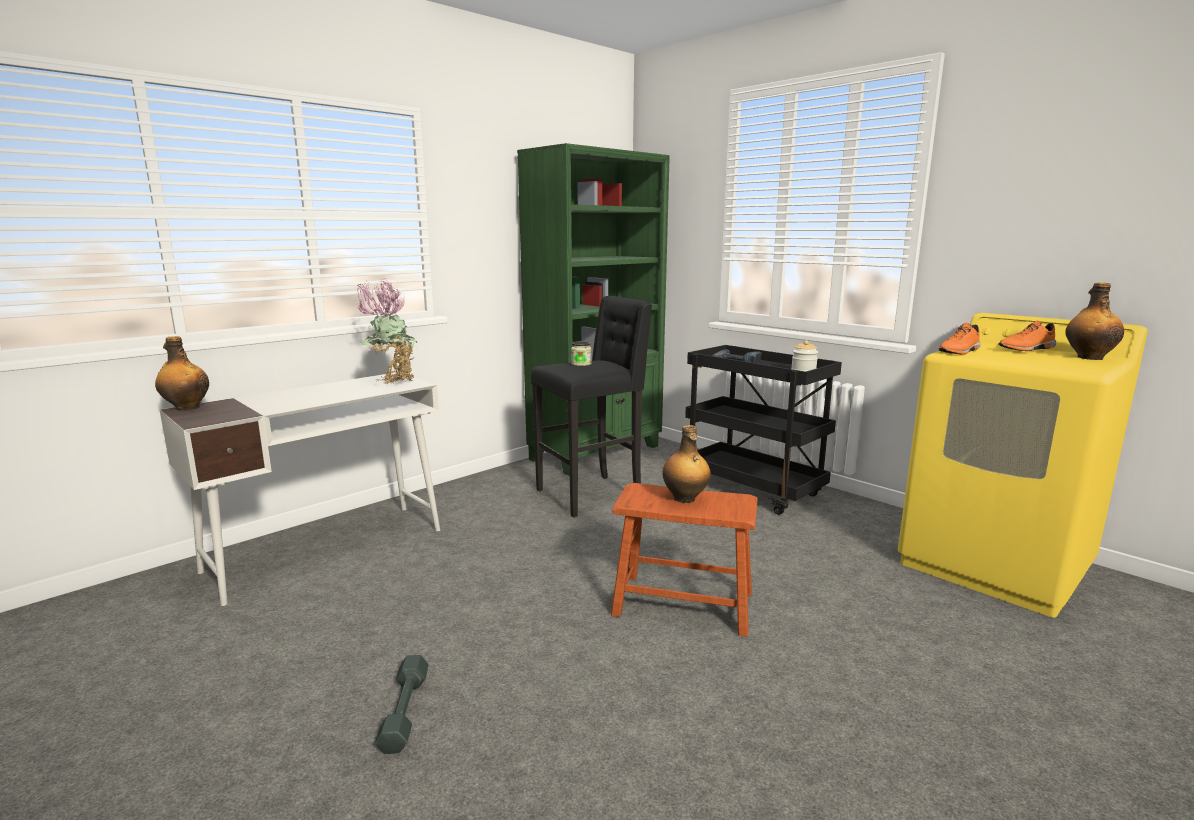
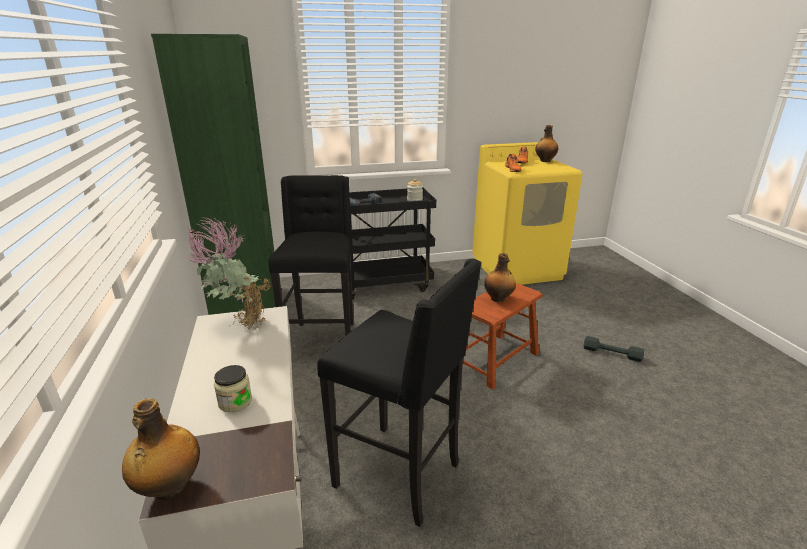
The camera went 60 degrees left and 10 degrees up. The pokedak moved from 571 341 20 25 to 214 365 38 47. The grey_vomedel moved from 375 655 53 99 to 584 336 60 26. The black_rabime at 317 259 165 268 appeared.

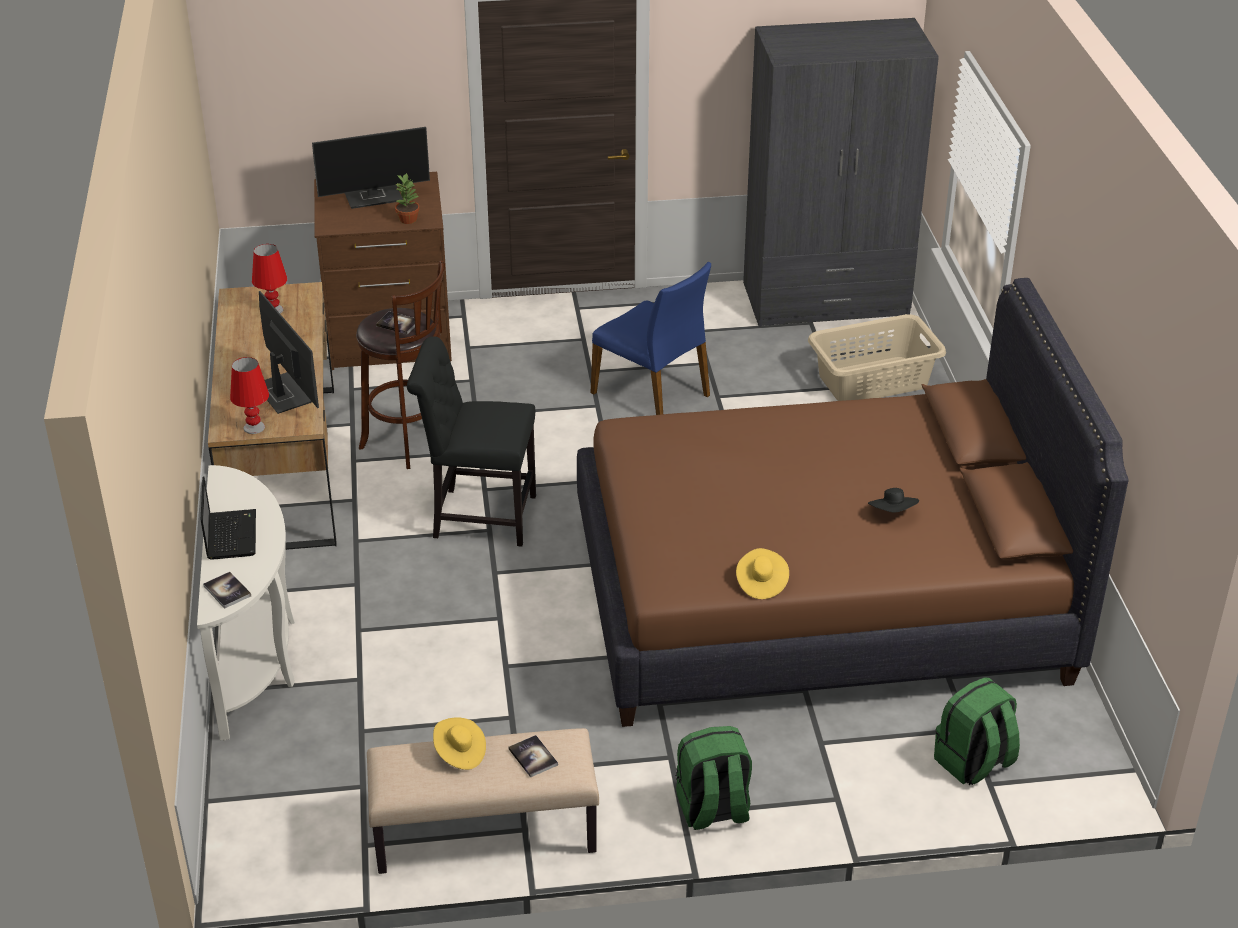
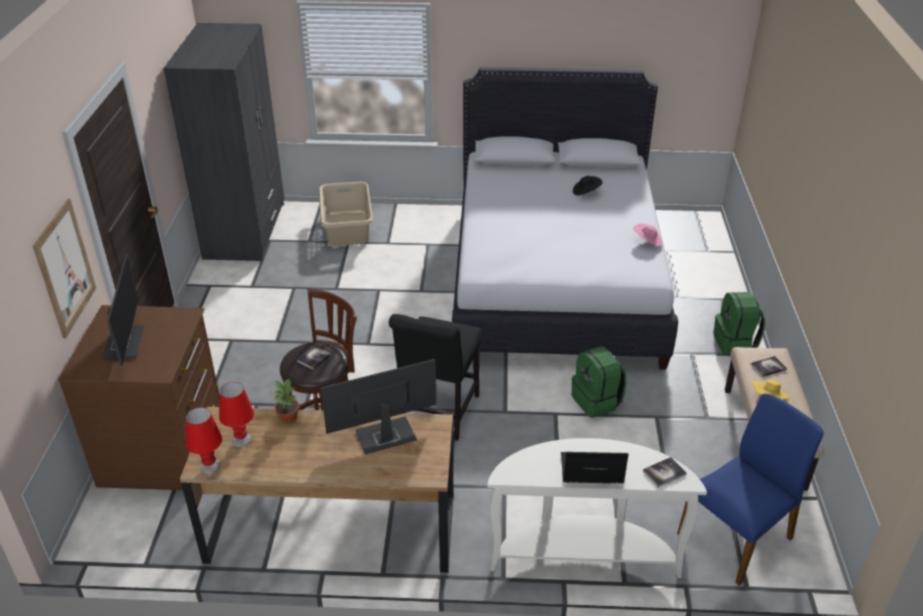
The camera went 80 degrees left and 0 degrees up. The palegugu moved from 395 173 25 51 to 274 379 25 44. The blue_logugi moved from 590 262 121 153 to 677 393 147 192. The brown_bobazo at 577 278 552 449 became the white_bobazo at 452 67 226 303. The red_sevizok moved from 230 357 39 77 to 186 407 36 67. The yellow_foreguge at 736 548 53 51 became the pink_foreguge at 633 224 30 23. The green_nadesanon moved from 934 677 86 108 to 572 346 54 72. The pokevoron at 33 199 63 140 appeared.

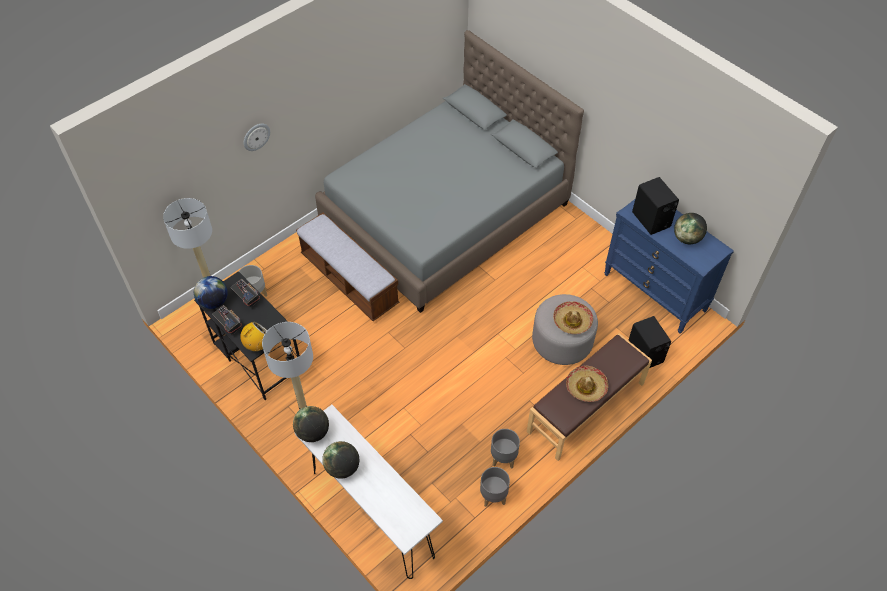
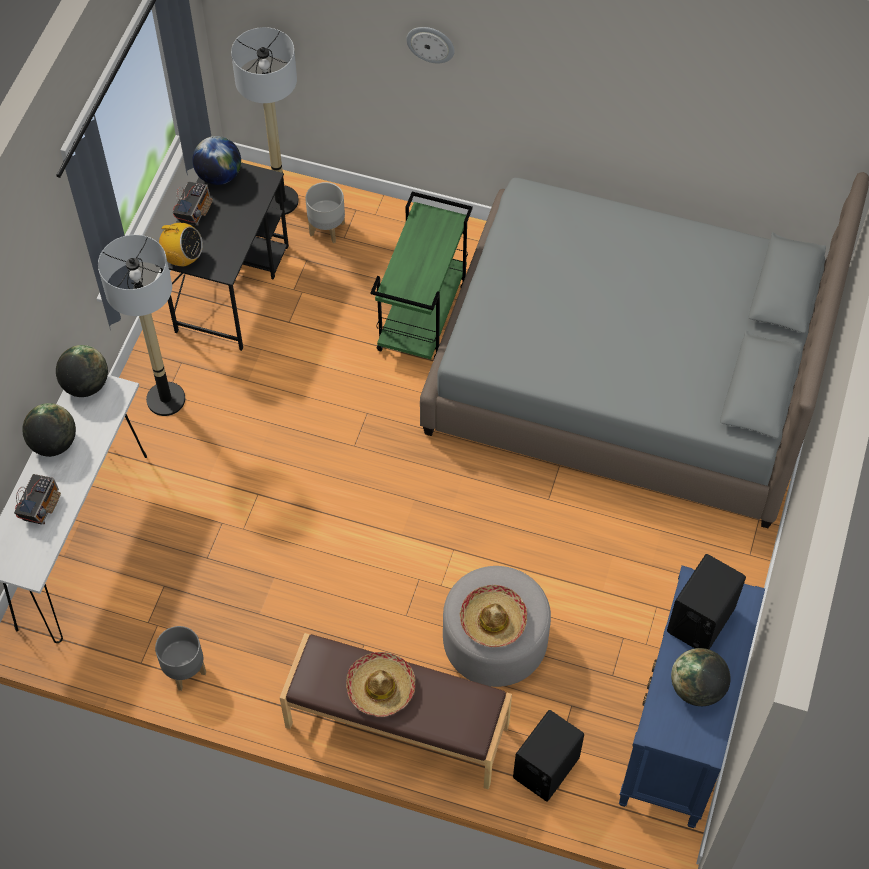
The camera went 60 degrees right and 5 degrees up. The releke at 296 213 104 108 was replaced by the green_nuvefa at 370 192 103 167. The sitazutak moved from 230 279 30 29 to 14 474 47 51. The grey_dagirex at 491 429 29 39 disappeared.

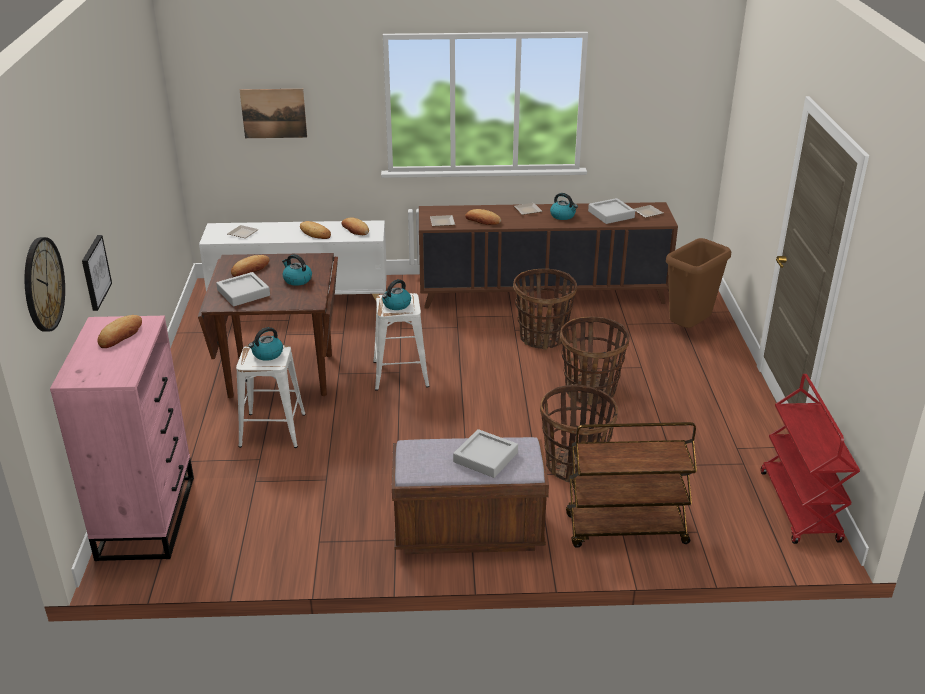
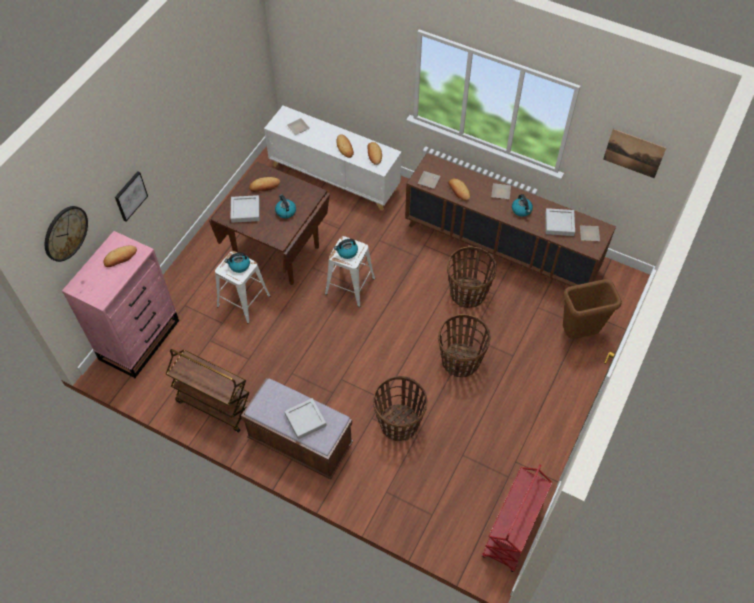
The camera went 30 degrees right and 25 degrees up. The pokevoron moved from 240 89 67 49 to 603 129 63 49. The brown_nuvefa moved from 566 422 131 126 to 166 349 84 83.

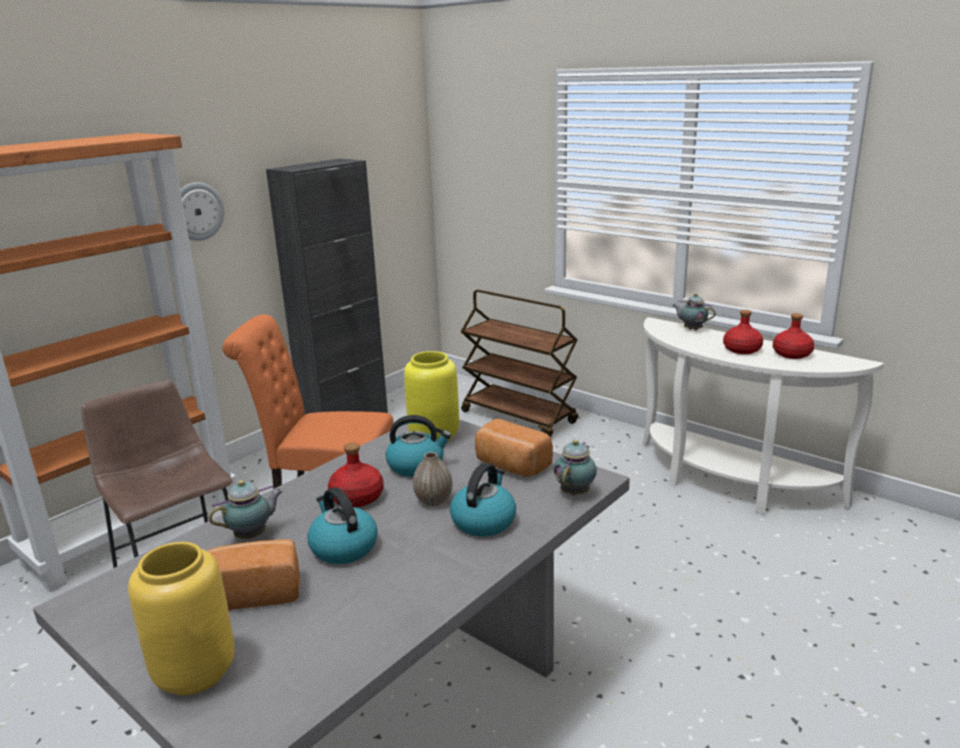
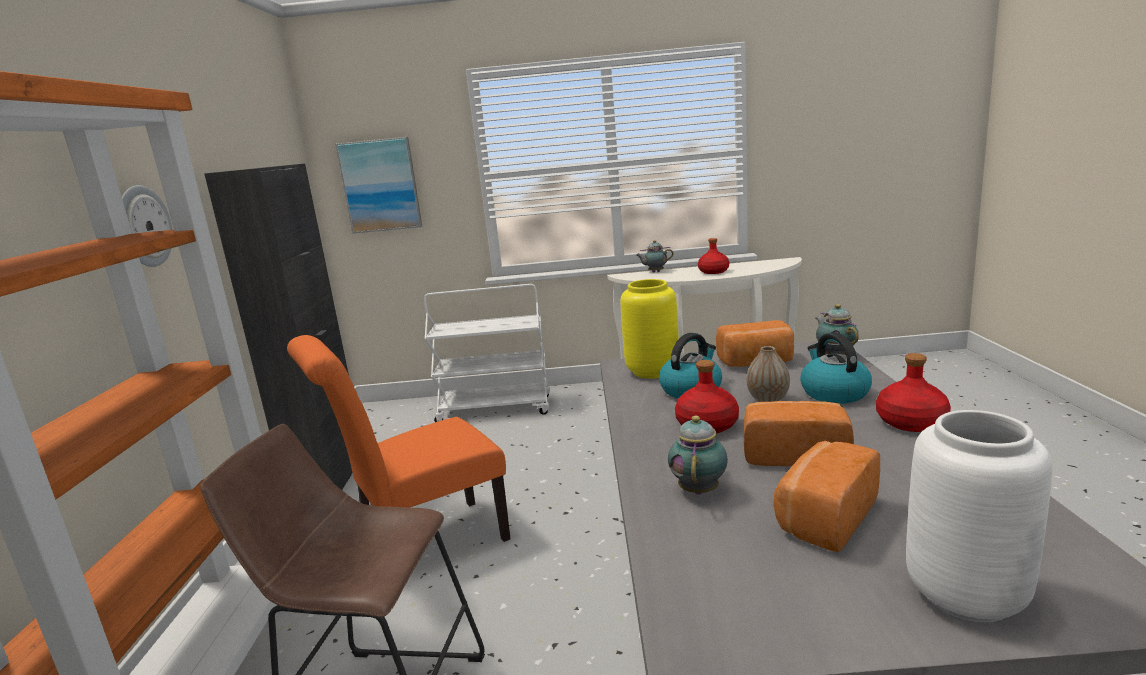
The camera went 40 degrees left and 5 degrees down. The brown_nuvefa at 460 290 118 147 became the white_nuvefa at 424 284 126 138. The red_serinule moved from 773 313 41 46 to 876 353 75 79. The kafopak at 307 487 71 77 was replaced by the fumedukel at 744 401 110 65. The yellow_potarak at 128 542 106 153 became the white_potarak at 906 410 146 212. The pokevoron at 335 137 87 97 appeared.

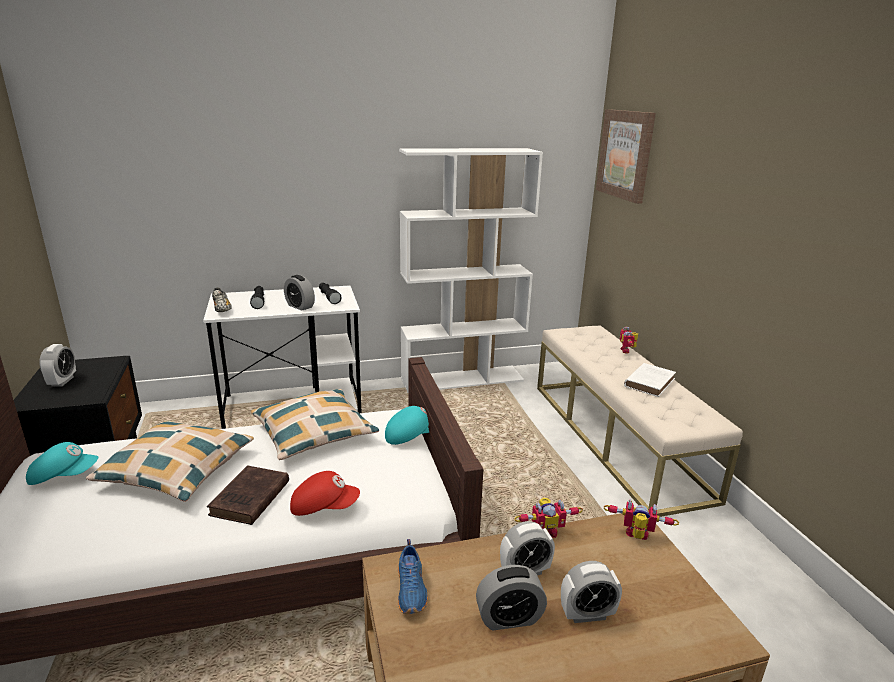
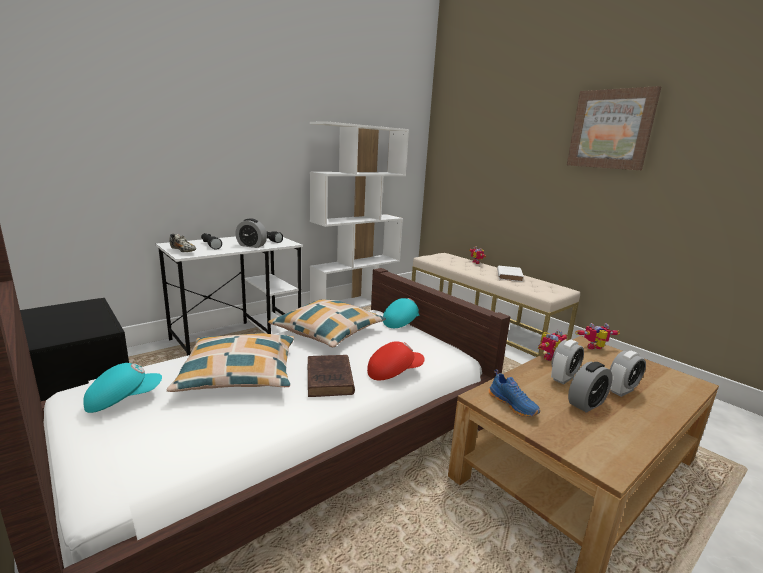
The camera went 25 degrees left and 5 degrees down. The pokevoron moved from 596 109 60 95 to 567 86 94 84. The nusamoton at 39 344 37 43 disappeared.

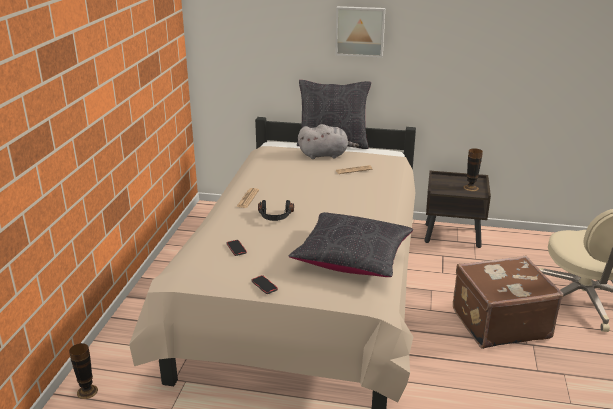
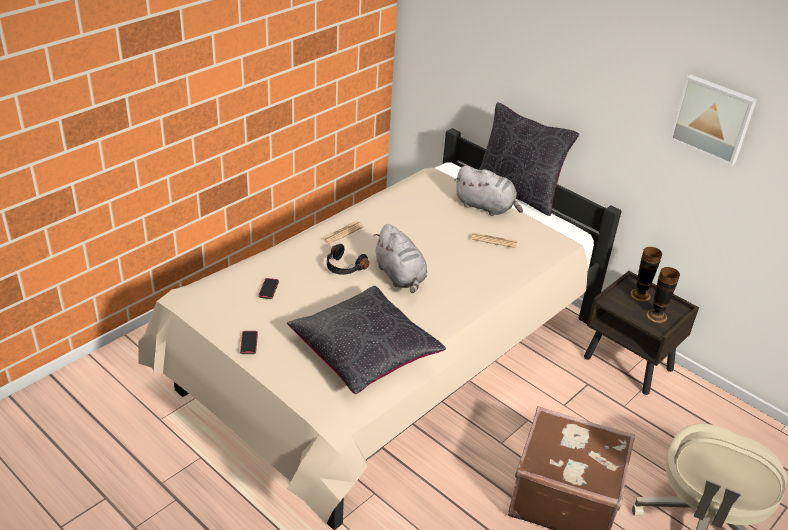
The camera went 30 degrees right and 10 degrees up. The pokevoron moved from 335 6 50 52 to 669 75 88 91. The potarak moved from 69 343 29 56 to 630 247 32 54. The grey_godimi at 373 224 54 69 appeared.

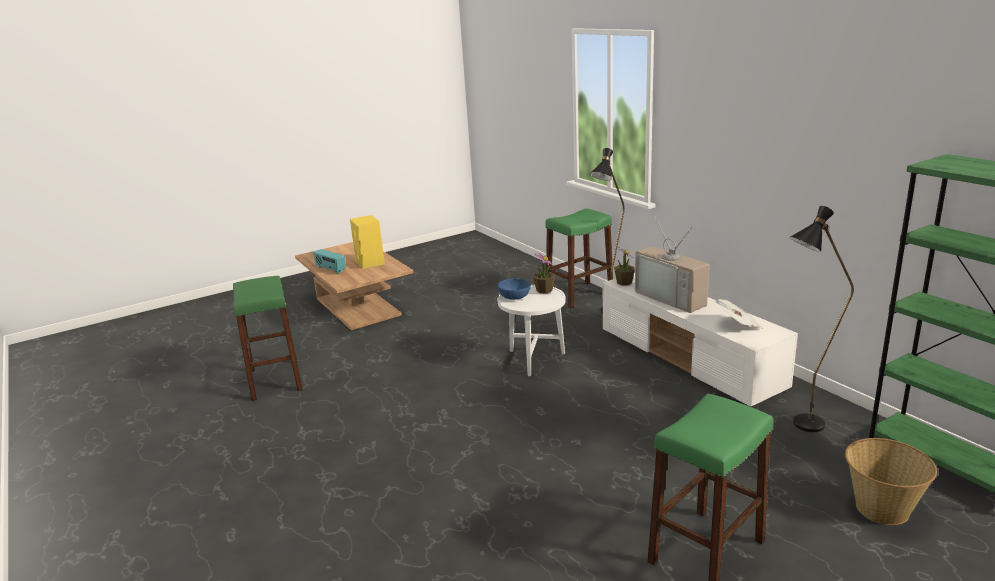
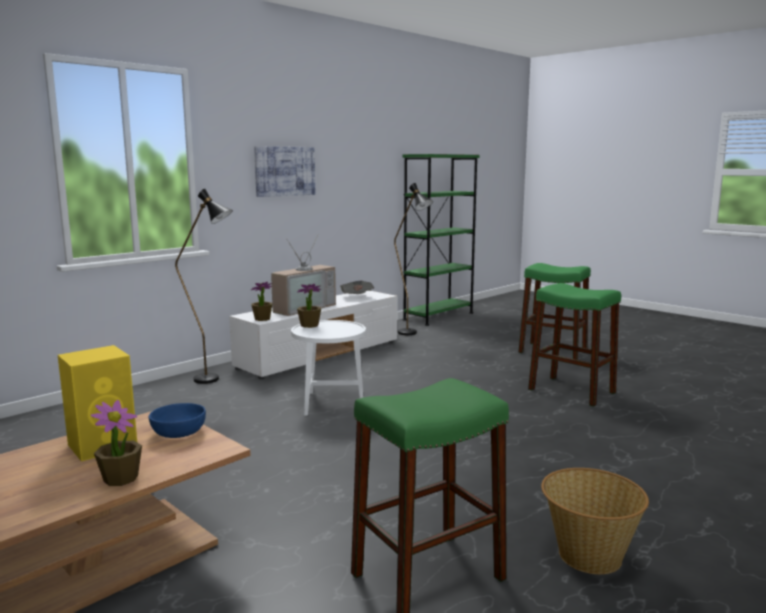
The camera went 105 degrees left and 10 degrees down. The green_rabime moved from 545 209 68 100 to 528 283 93 124. The sitazutak at 313 249 33 25 was replaced by the palegugu at 91 400 51 86. The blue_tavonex moved from 498 278 33 22 to 149 403 57 35. The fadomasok moved from 845 438 92 87 to 541 468 108 106. The pokevoron at 254 146 61 51 appeared.

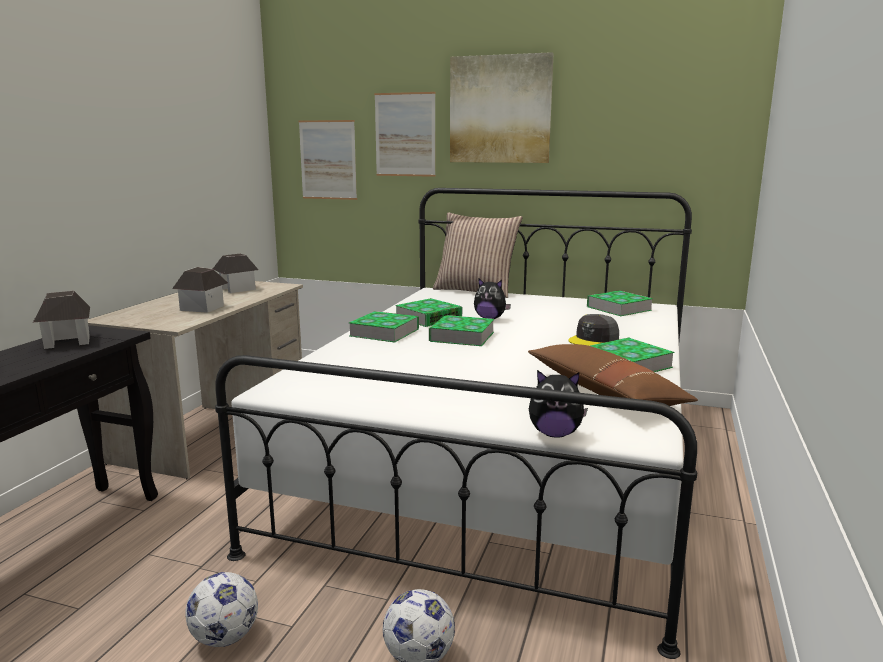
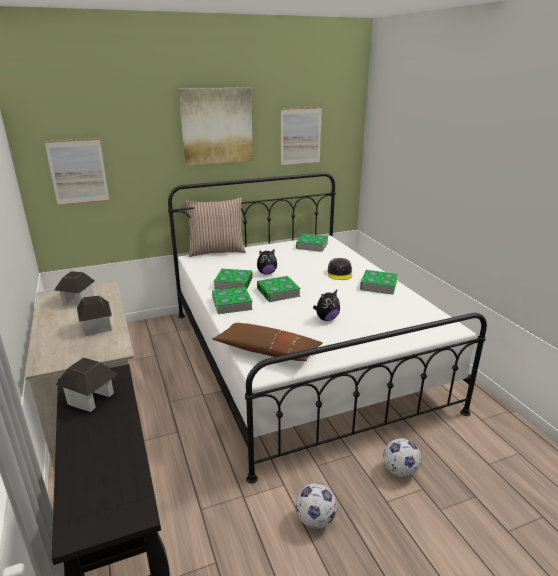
The camera went 40 degrees left and 10 degrees up. The pokevoron moved from 374 92 62 85 to 281 107 41 59. The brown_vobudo moved from 528 344 170 62 to 212 323 111 38. The godimi moved from 529 370 59 68 to 313 290 27 31.

